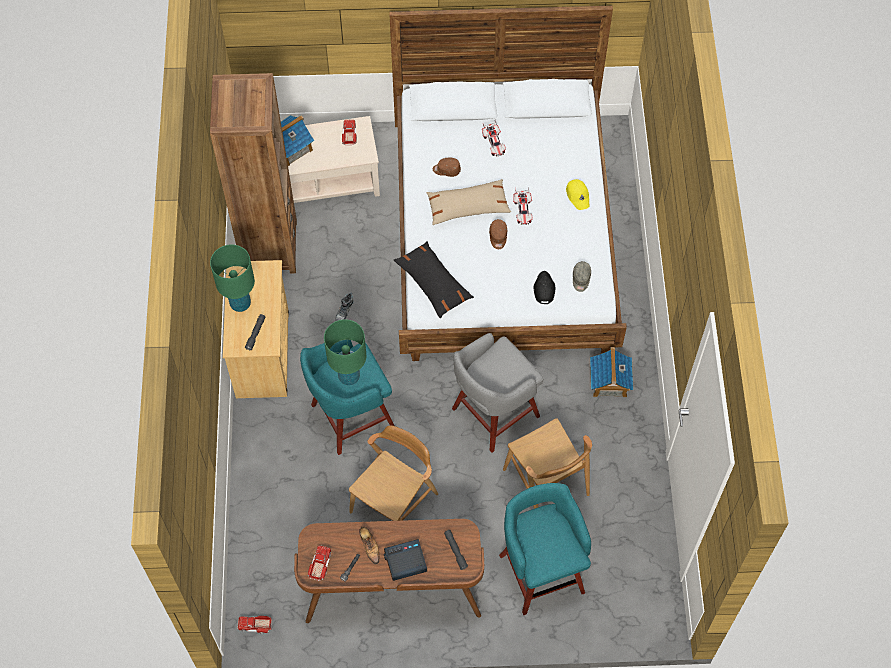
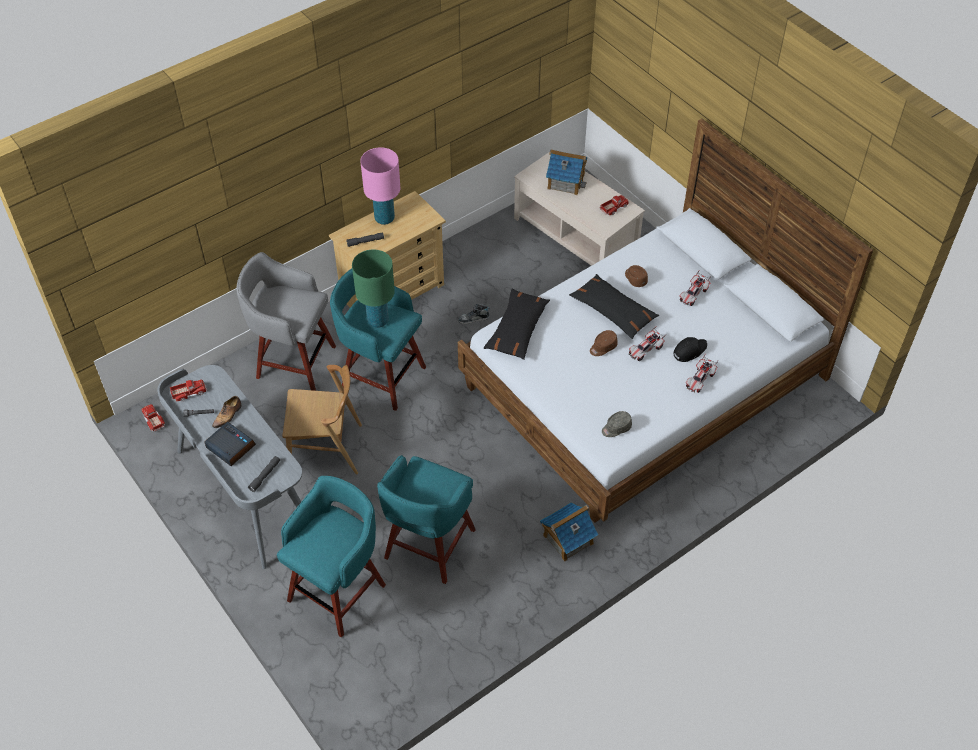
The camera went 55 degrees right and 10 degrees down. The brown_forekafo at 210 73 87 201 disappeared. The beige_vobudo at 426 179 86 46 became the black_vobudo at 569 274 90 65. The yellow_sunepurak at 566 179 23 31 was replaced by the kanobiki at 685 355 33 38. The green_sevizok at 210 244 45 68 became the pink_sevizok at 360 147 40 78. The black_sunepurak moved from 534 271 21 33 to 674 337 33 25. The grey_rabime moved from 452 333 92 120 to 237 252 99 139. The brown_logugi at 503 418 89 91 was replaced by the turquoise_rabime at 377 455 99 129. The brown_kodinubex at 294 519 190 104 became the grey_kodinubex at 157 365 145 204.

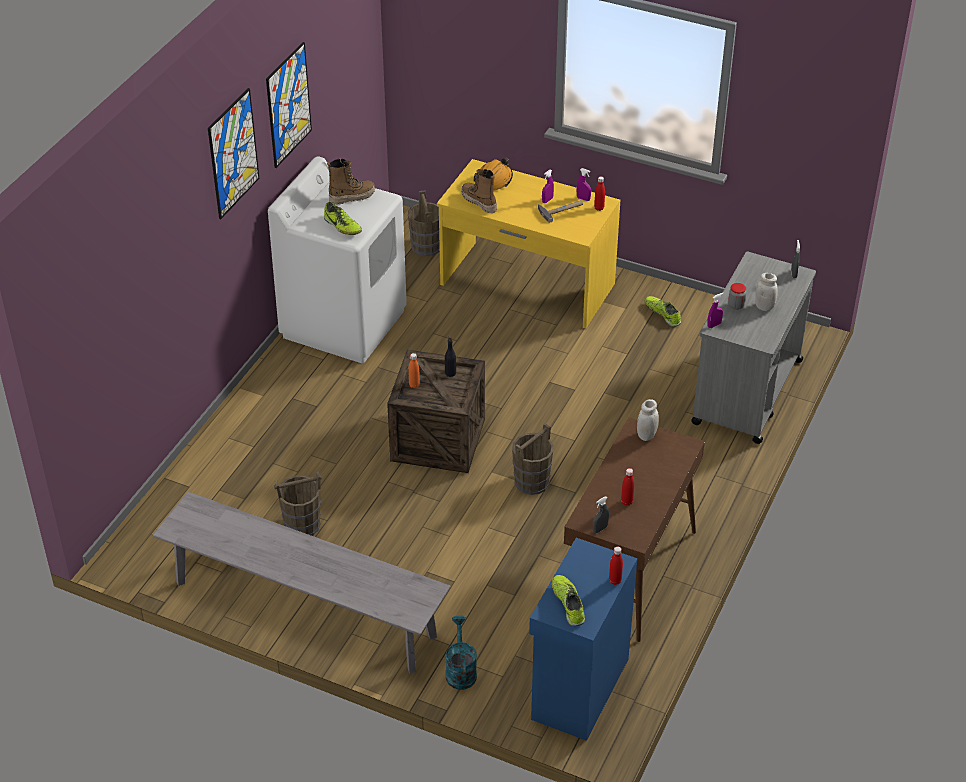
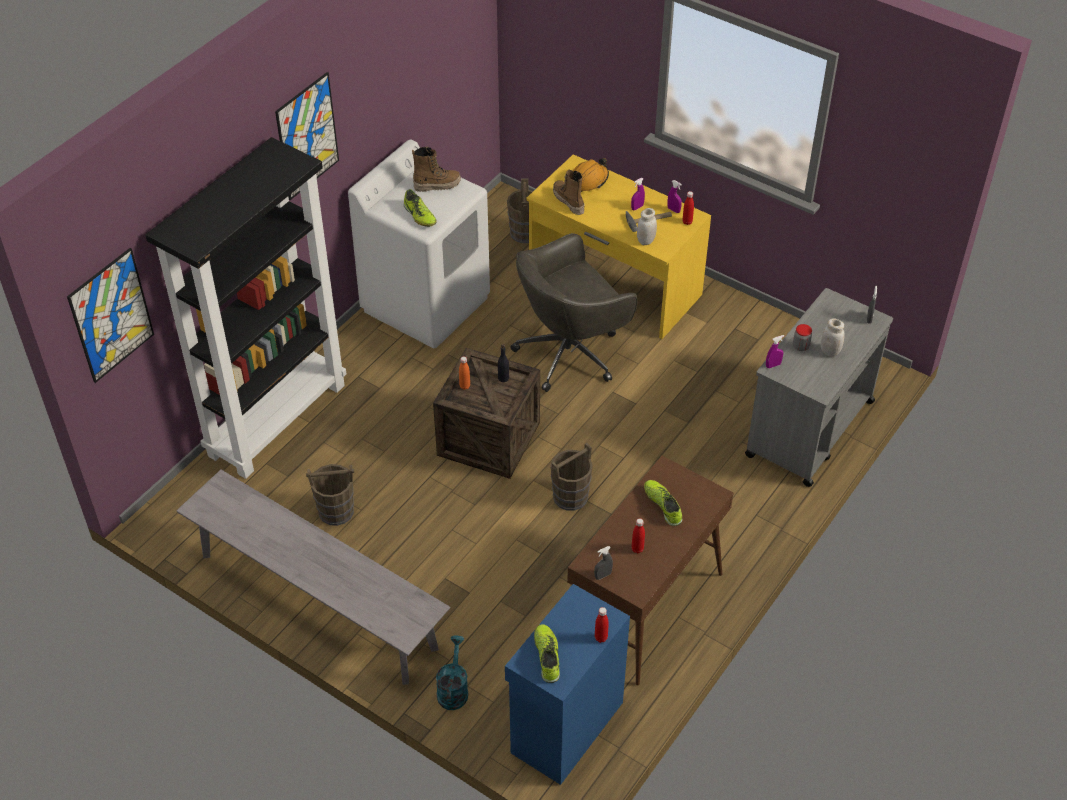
The camera went 10 degrees right and 5 degrees up. The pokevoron moved from 266 42 46 126 to 67 248 87 135. The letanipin moved from 645 296 36 31 to 644 480 38 46. The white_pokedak moved from 637 399 22 42 to 637 208 20 37. The black_forekafo at 145 137 201 342 appeared. The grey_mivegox at 510 233 128 159 appeared.

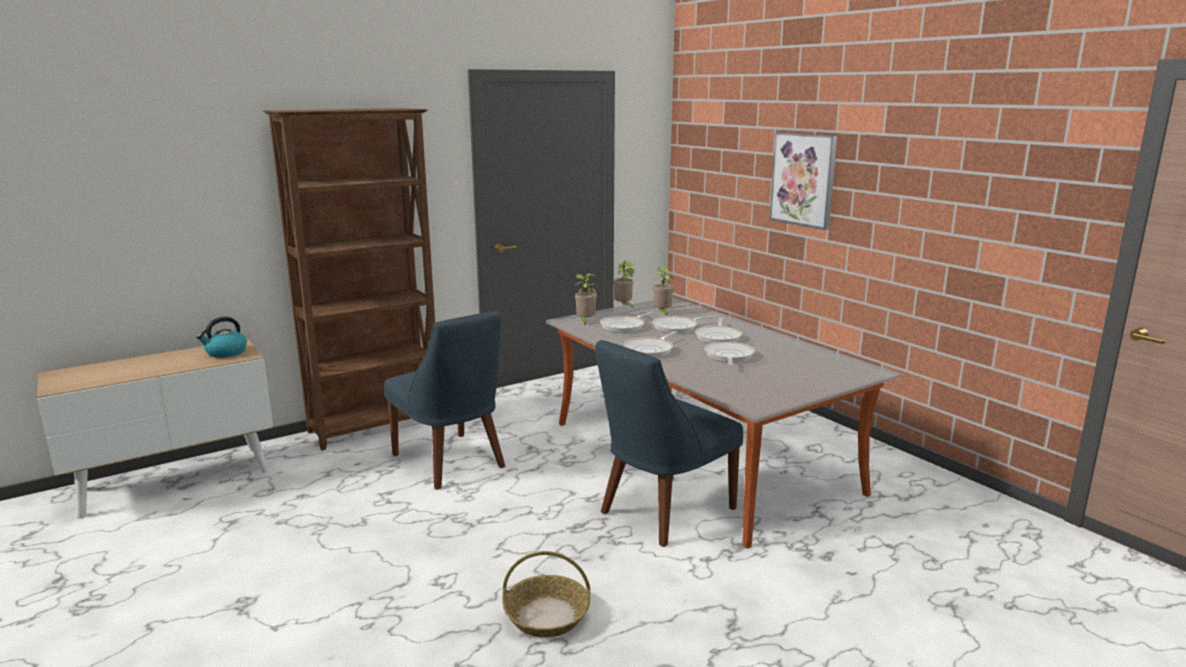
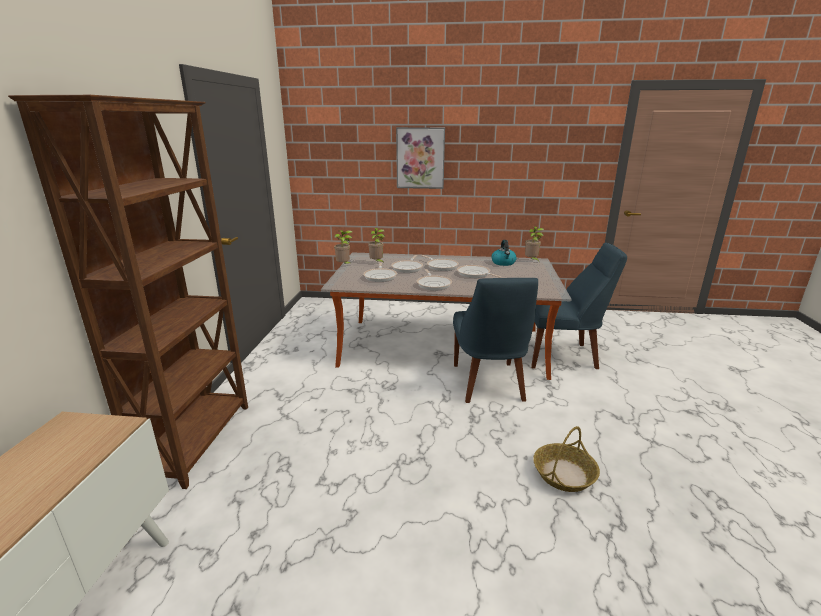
The camera went 50 degrees left and 5 degrees up. The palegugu moved from 574 273 23 53 to 525 226 19 37. The blue_logugi moved from 384 311 122 179 to 531 243 96 126. The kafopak moved from 196 316 51 42 to 491 240 26 26.

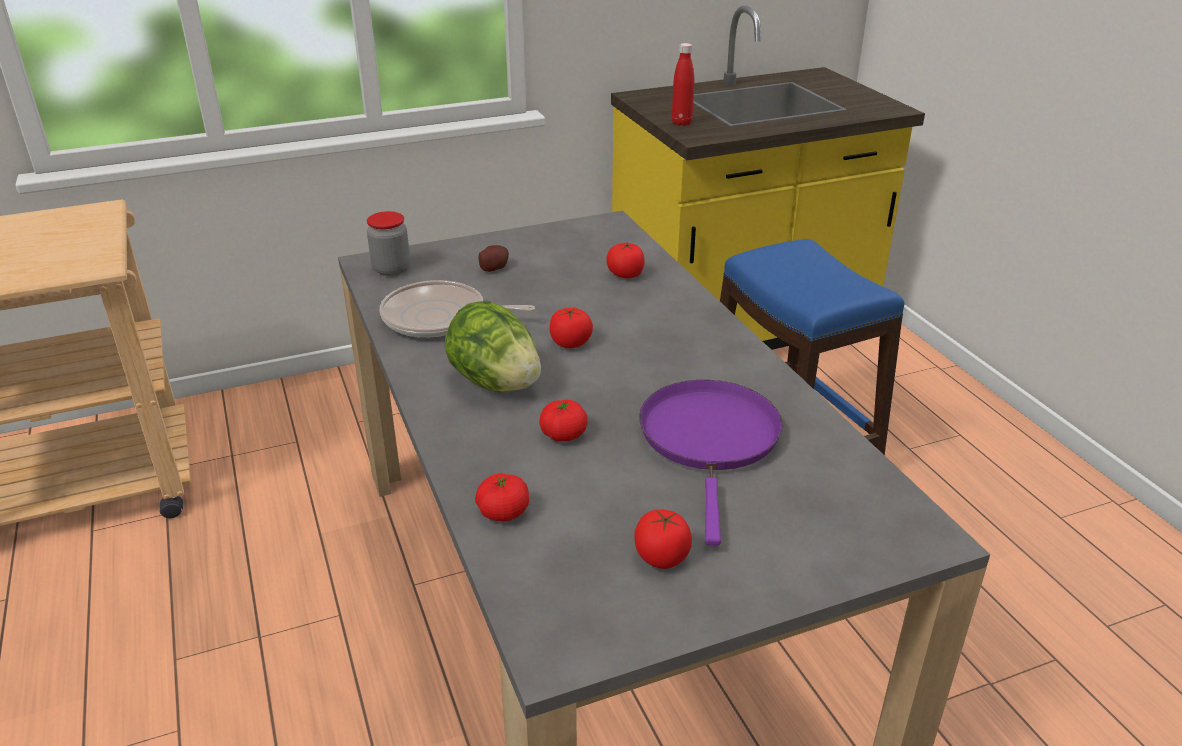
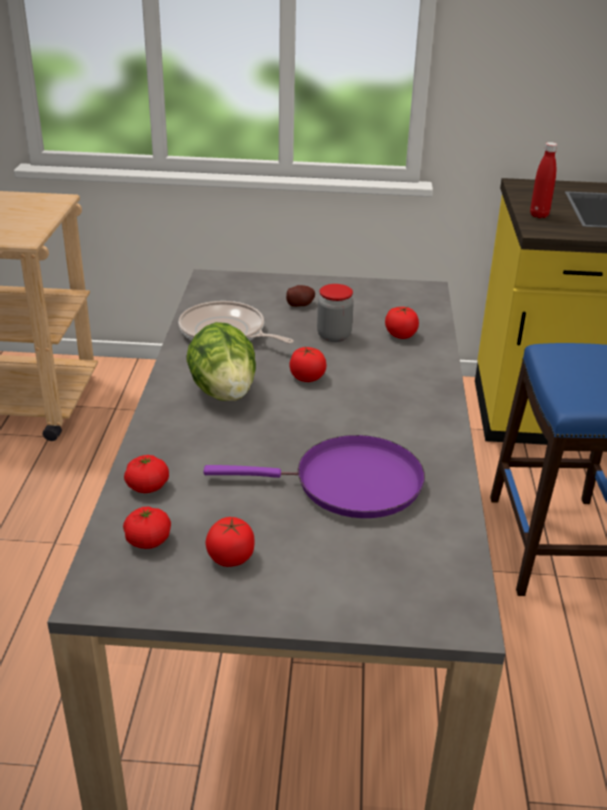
The camera went 25 degrees right and 0 degrees up. The pokedak moved from 367 211 43 65 to 317 284 37 58. The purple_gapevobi at 639 380 143 166 turned 60 degrees clockwise. The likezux moved from 539 400 49 41 to 123 507 48 42.

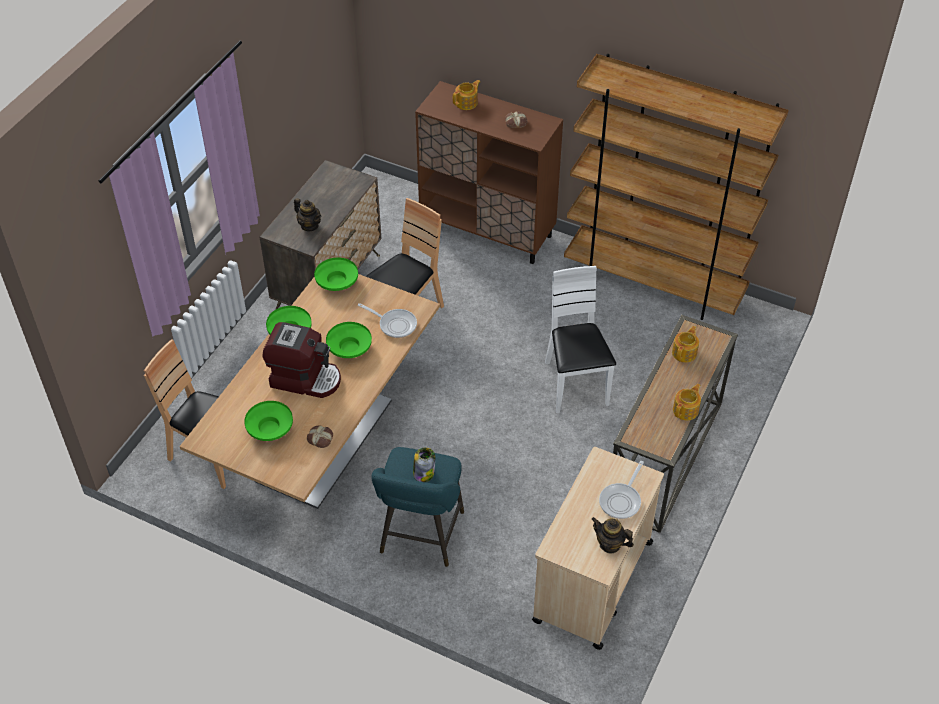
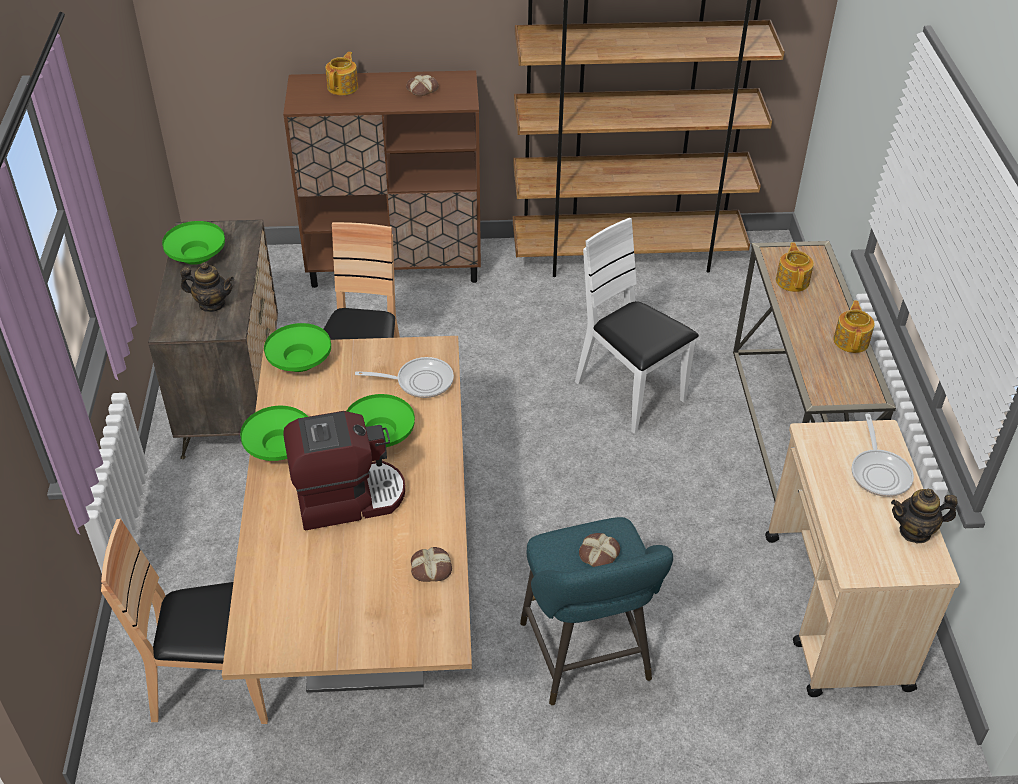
The camera went 30 degrees left and 5 degrees down. The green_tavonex moved from 244 401 49 40 to 162 221 63 44. The pokedak at 413 447 22 35 was replaced by the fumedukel at 579 533 41 34.

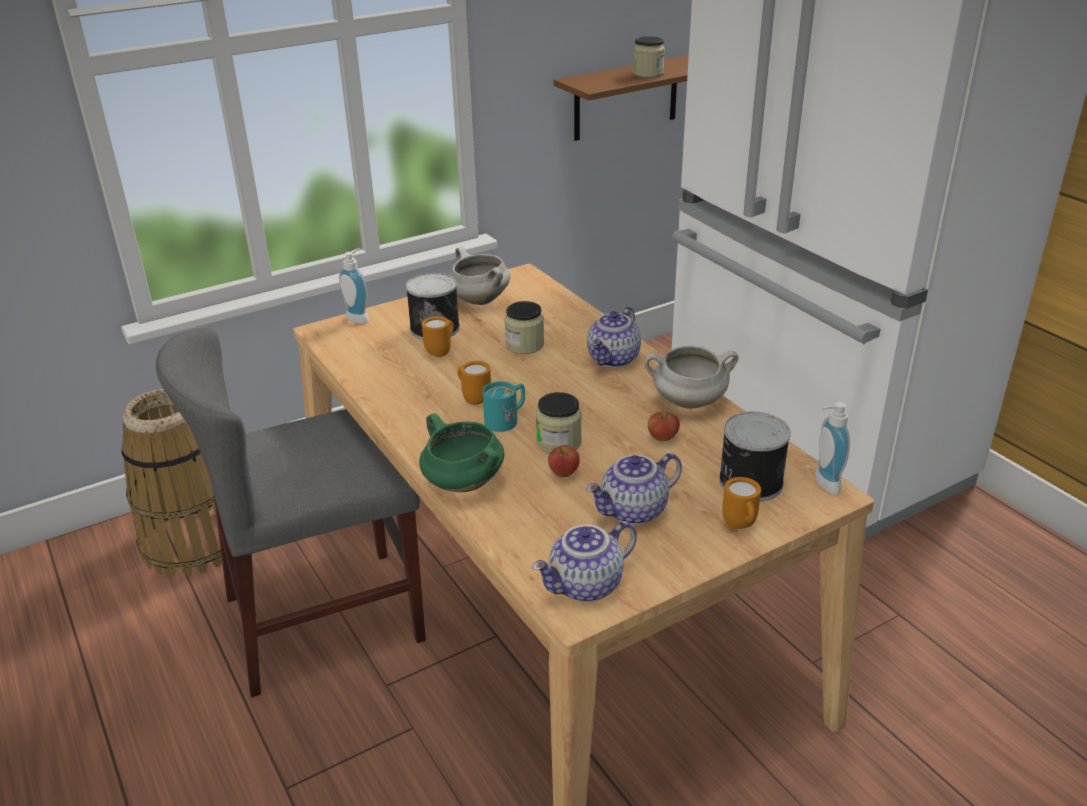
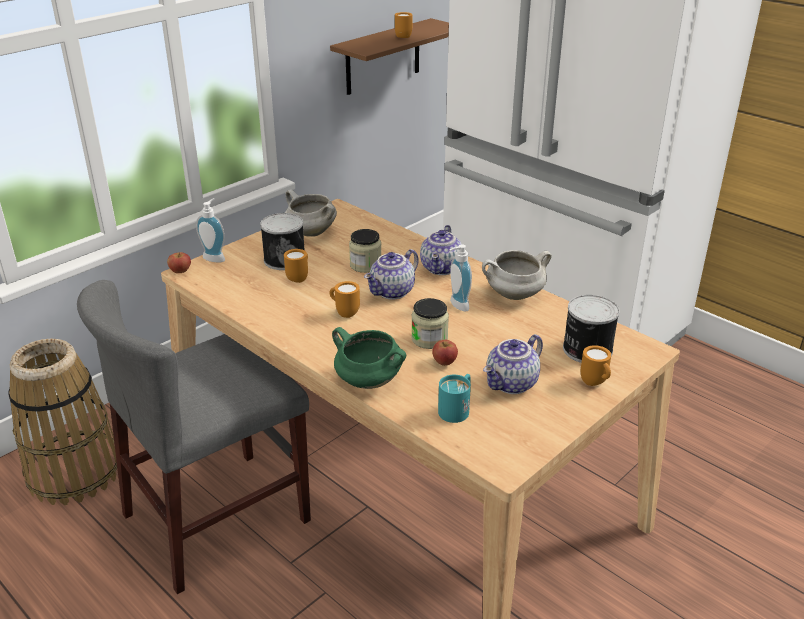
The camera went 15 degrees left and 0 degrees up. The pokedak at 633 36 32 41 was replaced by the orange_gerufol at 395 12 17 26. The turquoise_gerufol moved from 483 381 42 51 to 438 374 33 49. The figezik moved from 815 402 35 93 to 449 244 23 67. The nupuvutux moved from 648 412 32 29 to 167 252 24 21. The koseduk moved from 532 521 105 81 to 364 249 55 51.

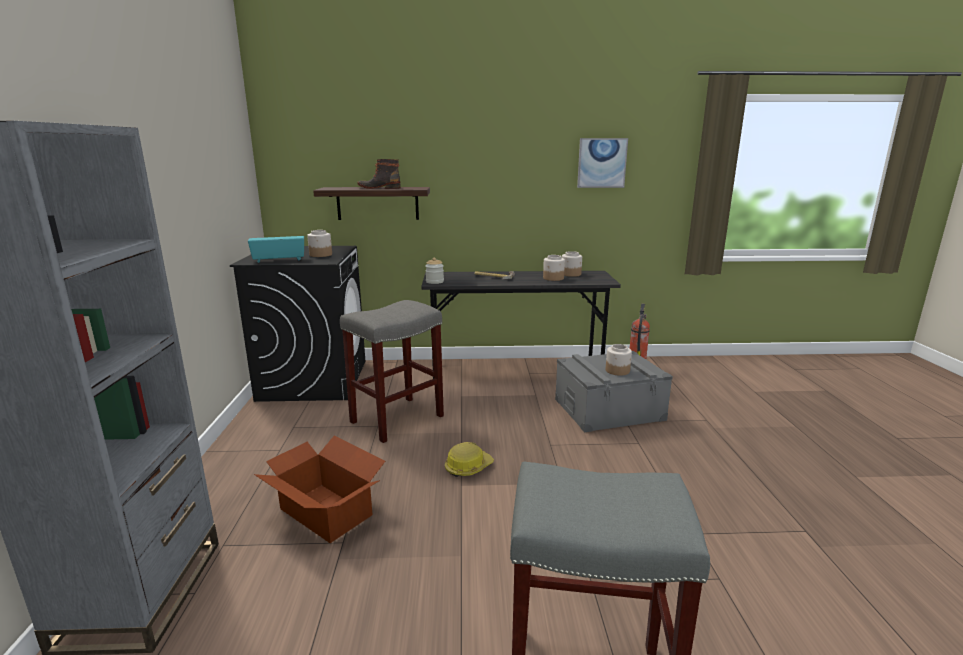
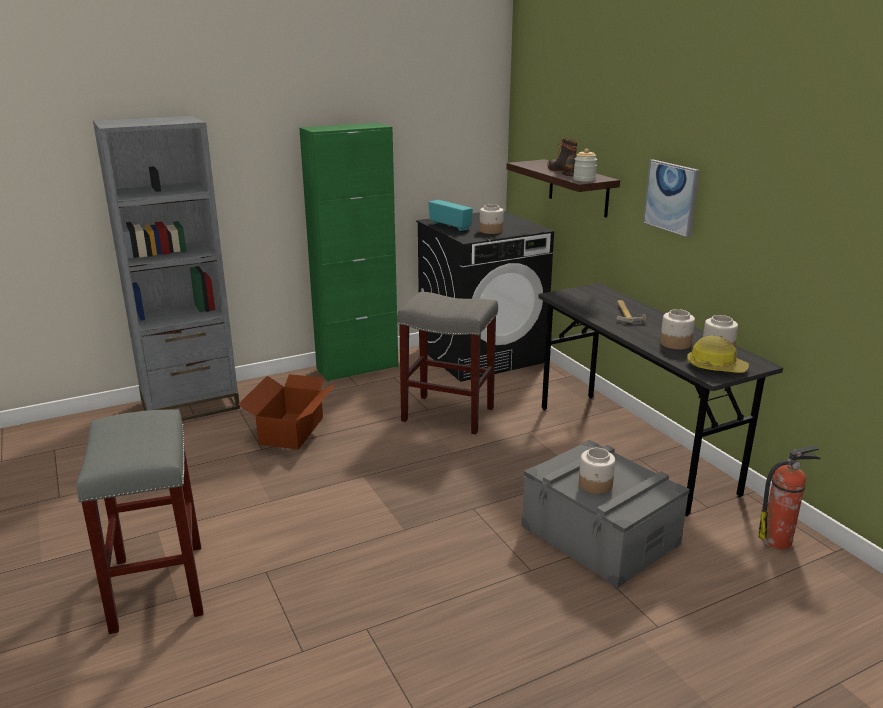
The camera went 65 degrees right and 5 degrees up. The pokevoron moved from 577 138 51 50 to 643 160 57 78. The pokedak moved from 425 258 19 26 to 573 149 24 33. The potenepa moved from 445 442 49 35 to 687 336 62 37. The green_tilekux at 299 122 99 260 appeared.

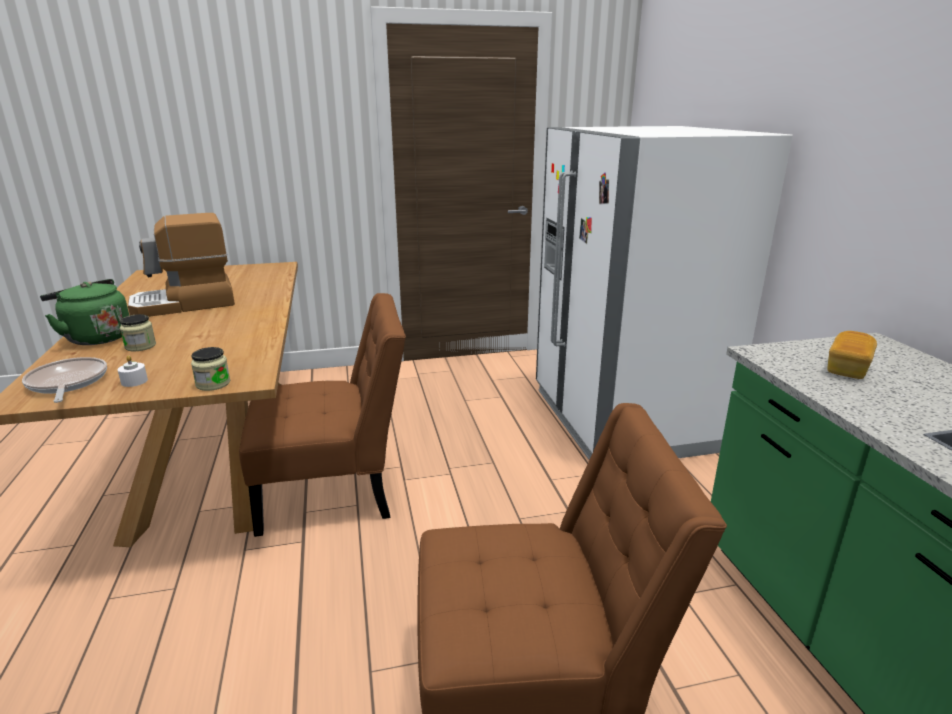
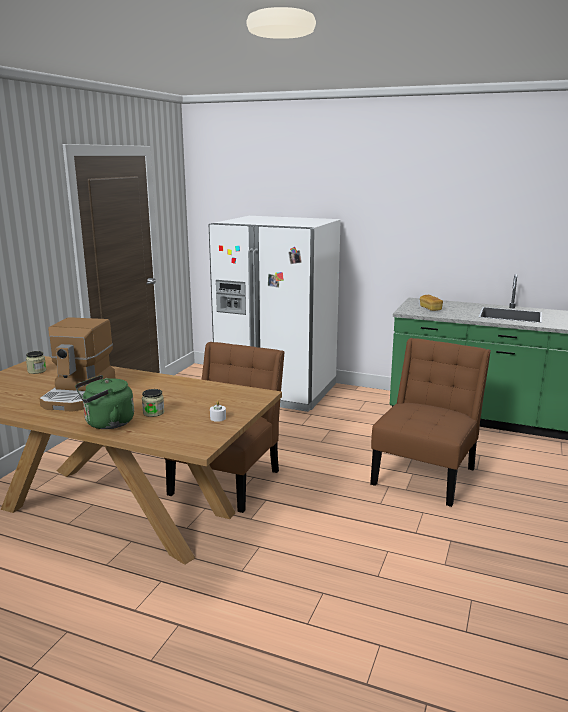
The camera went 55 degrees left and 5 degrees down. The pokedak moved from 191 347 39 44 to 26 351 20 23. The gapevobi at 22 357 85 46 disappeared.

